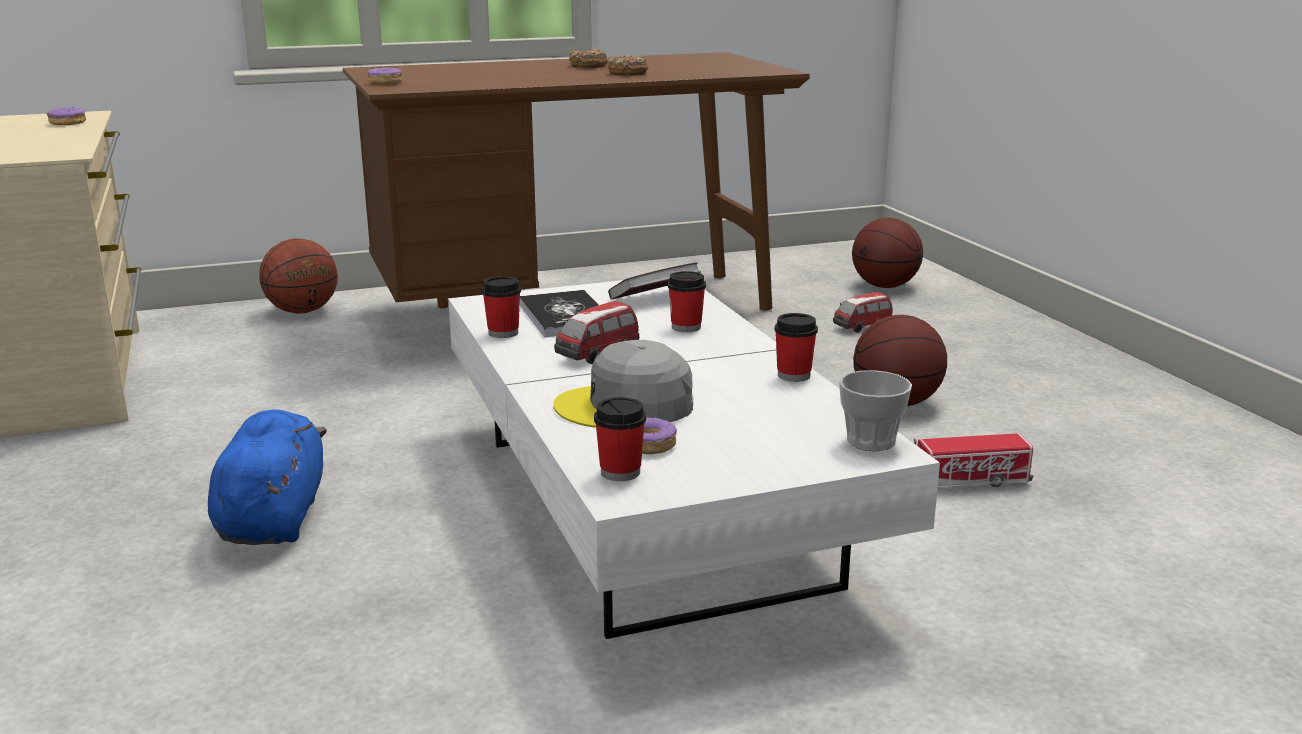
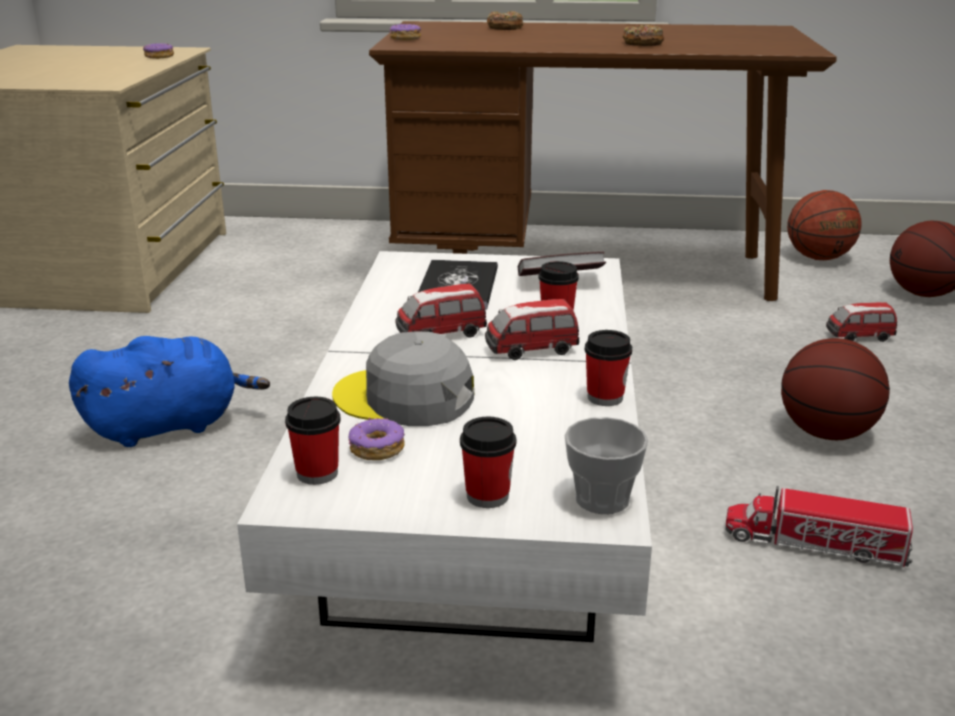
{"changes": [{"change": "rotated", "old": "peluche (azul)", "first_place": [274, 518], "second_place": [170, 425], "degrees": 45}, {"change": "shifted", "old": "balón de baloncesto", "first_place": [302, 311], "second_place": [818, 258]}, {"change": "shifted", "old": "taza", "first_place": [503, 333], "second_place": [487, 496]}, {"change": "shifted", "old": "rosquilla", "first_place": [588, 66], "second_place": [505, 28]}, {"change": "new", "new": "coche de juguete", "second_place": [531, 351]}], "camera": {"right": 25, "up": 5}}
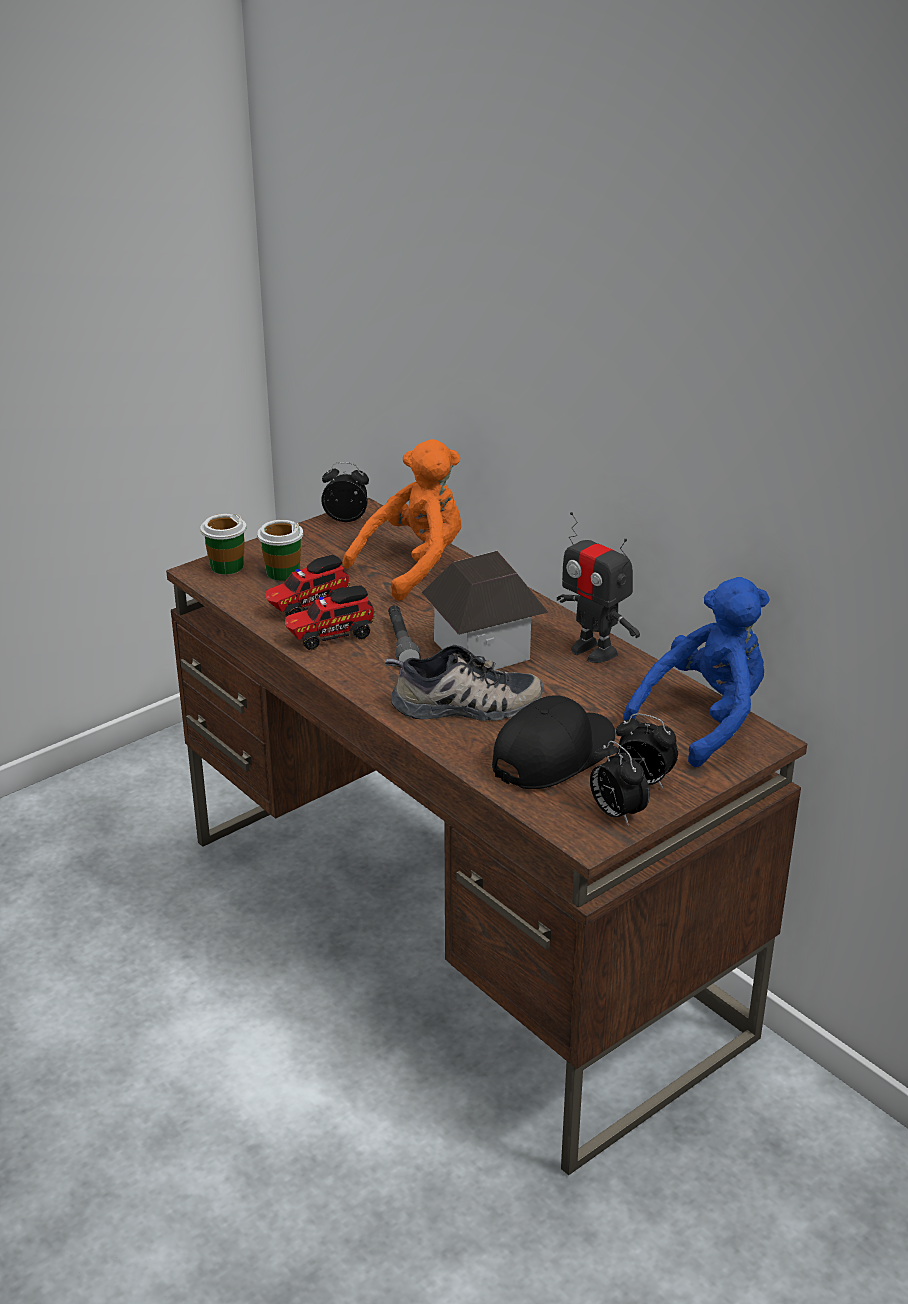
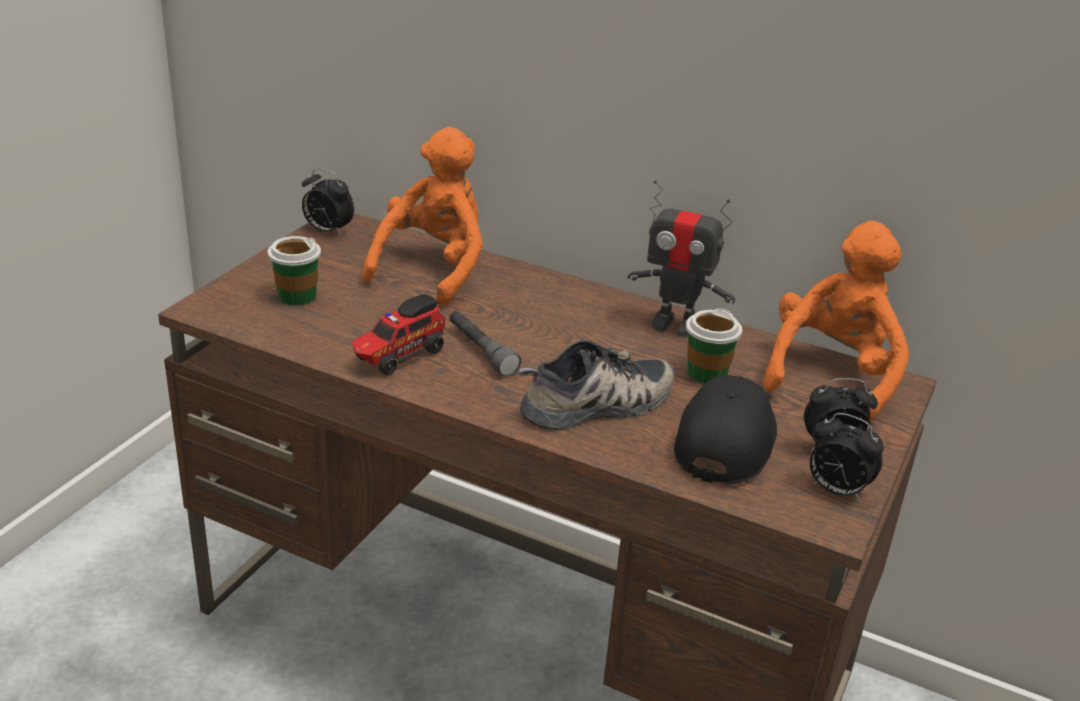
{"changes": [{"change": "shifted", "old": "taza", "first_place": [226, 566], "second_place": [706, 373]}, {"change": "gone", "old": "camión de juguete", "first_place": [307, 606]}, {"change": "rotated", "old": "despertador", "first_place": [347, 519], "second_place": [327, 231], "degrees": -135}, {"change": "gone", "old": "casita", "first_place": [483, 649]}, {"change": "repainted", "old": "peluche (azul)", "new": "peluche (naranja)", "first_place": [705, 720], "second_place": [832, 375]}], "camera": {"right": -25, "up": 0}}
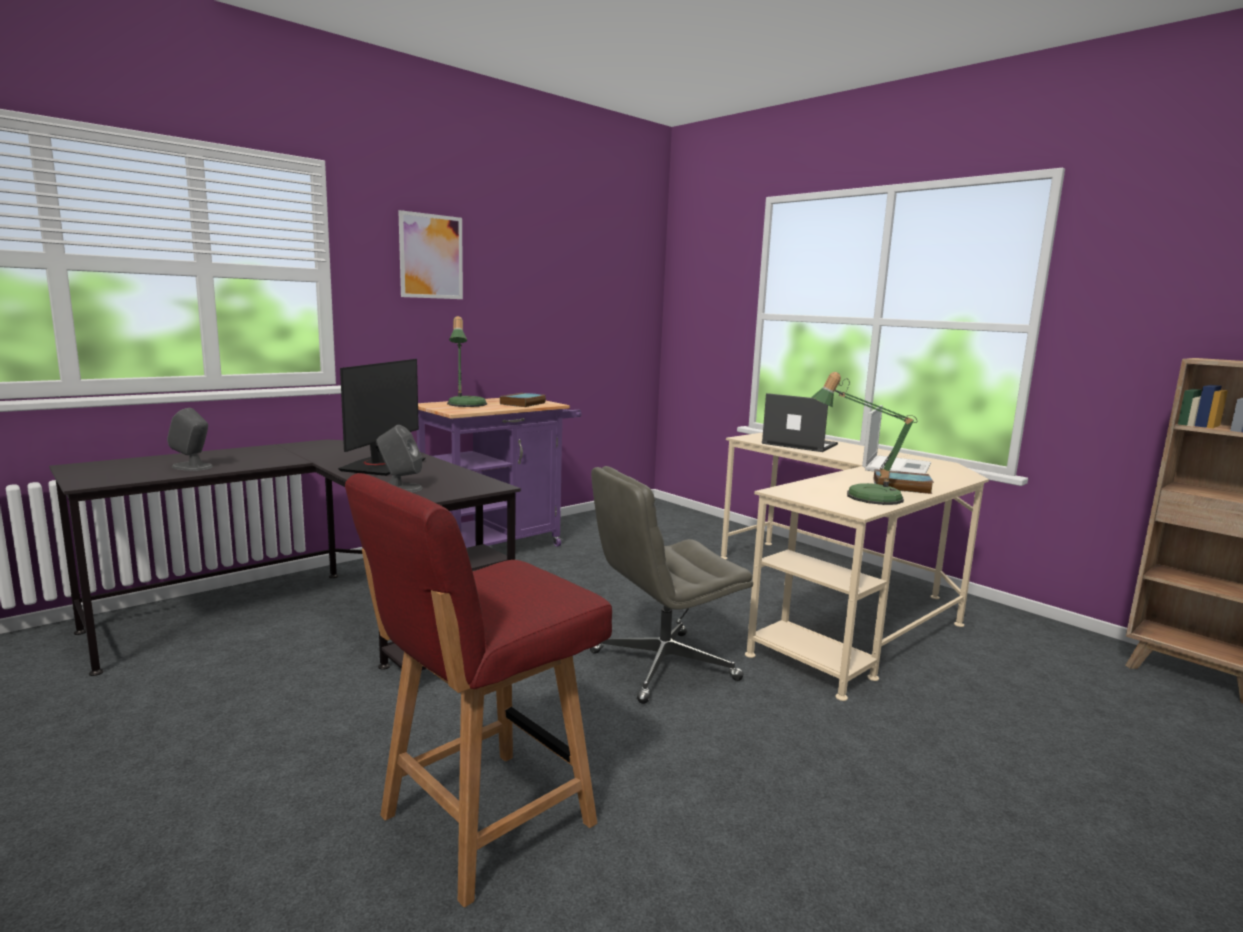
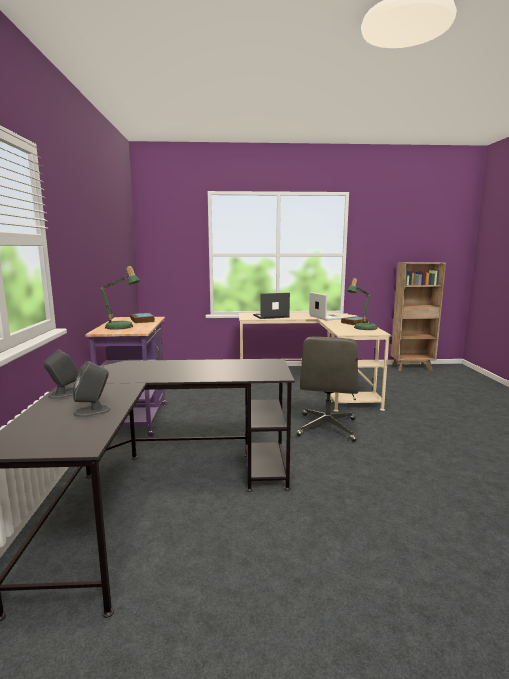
{"changes": [{"change": "gone", "old": "monitor", "first_place": [382, 465]}, {"change": "gone", "old": "silla (rojo)", "first_place": [483, 822]}, {"change": "shifted", "old": "altavoz (gris)", "first_place": [400, 488], "second_place": [64, 394]}, {"change": "gone", "old": "cuadro", "first_place": [431, 256]}], "camera": {"right": -50, "up": 0}}
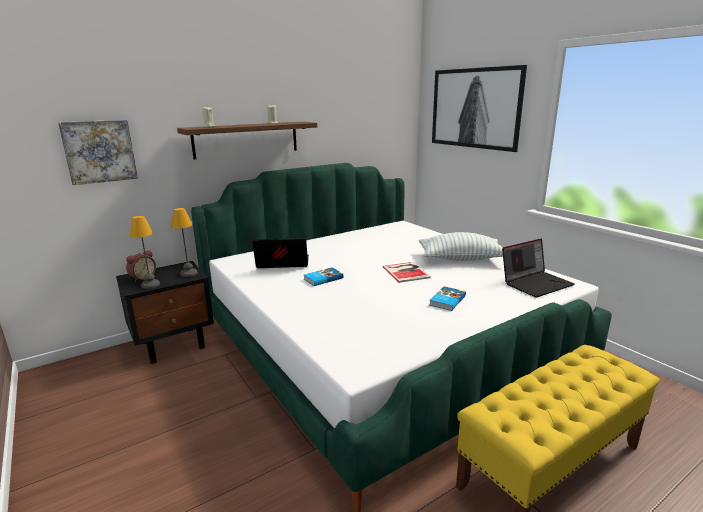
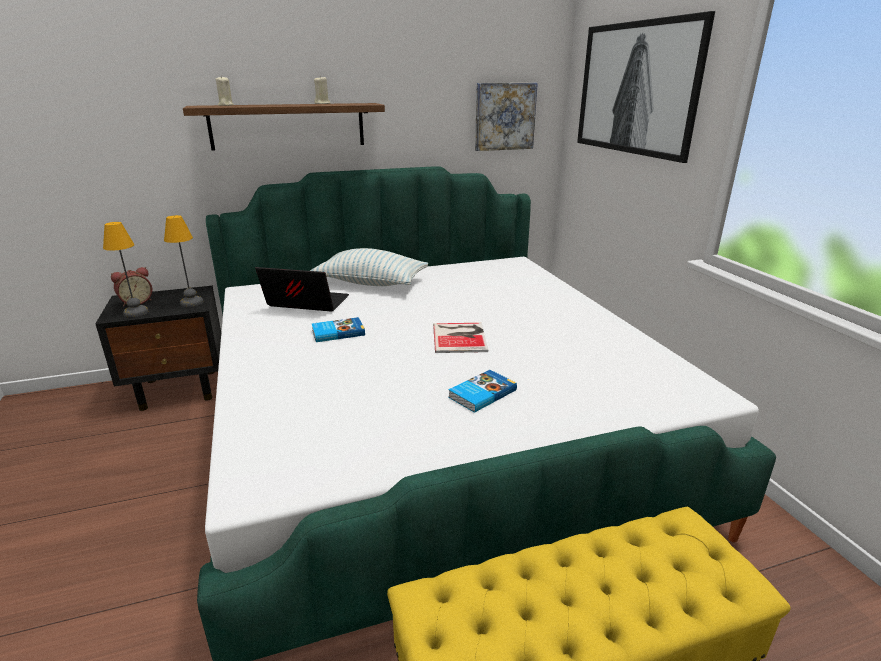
{"changes": [{"change": "shifted", "old": "cuadro", "first_place": [99, 151], "second_place": [504, 116]}, {"change": "shifted", "old": "cojín", "first_place": [461, 259], "second_place": [371, 283]}, {"change": "gone", "old": "portátil", "first_place": [536, 283]}], "camera": {"right": 15, "up": 5}}
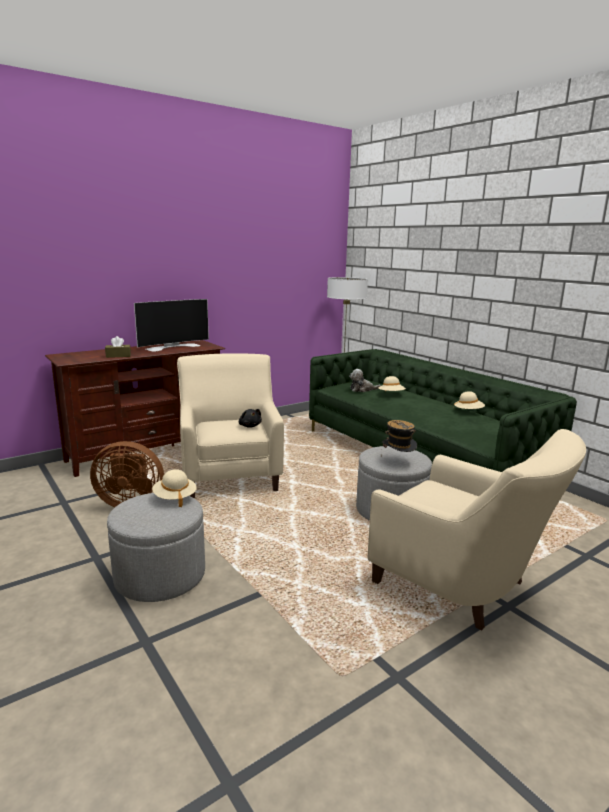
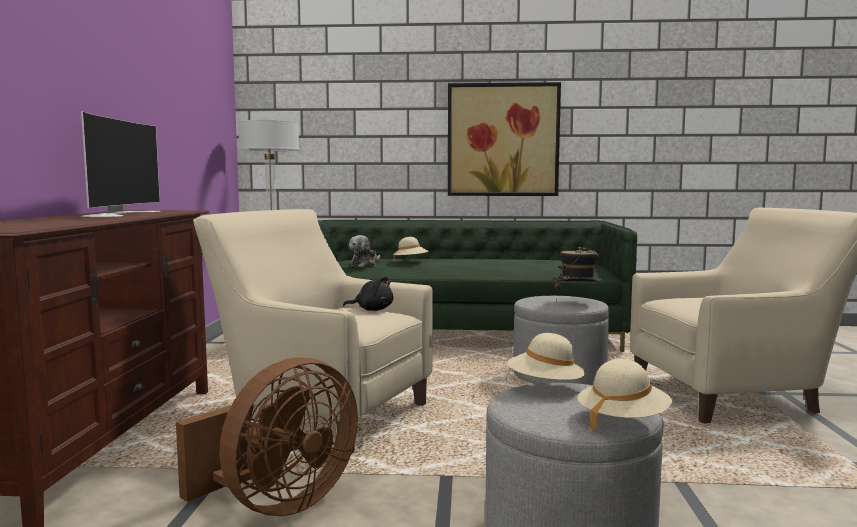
{"changes": [{"change": "gone", "old": "caja de pañuelos (marrón)", "first_place": [118, 356]}, {"change": "shifted", "old": "sombrero (beis)", "first_place": [468, 411], "second_place": [622, 420]}, {"change": "new", "new": "cuadro", "second_place": [503, 140]}], "camera": {"right": -50, "up": -10}}
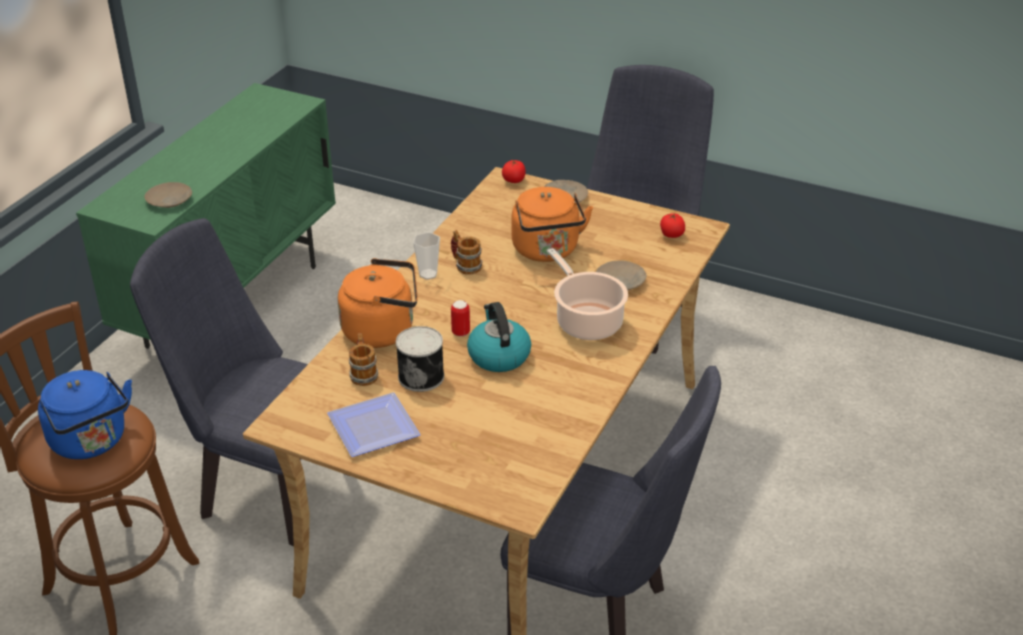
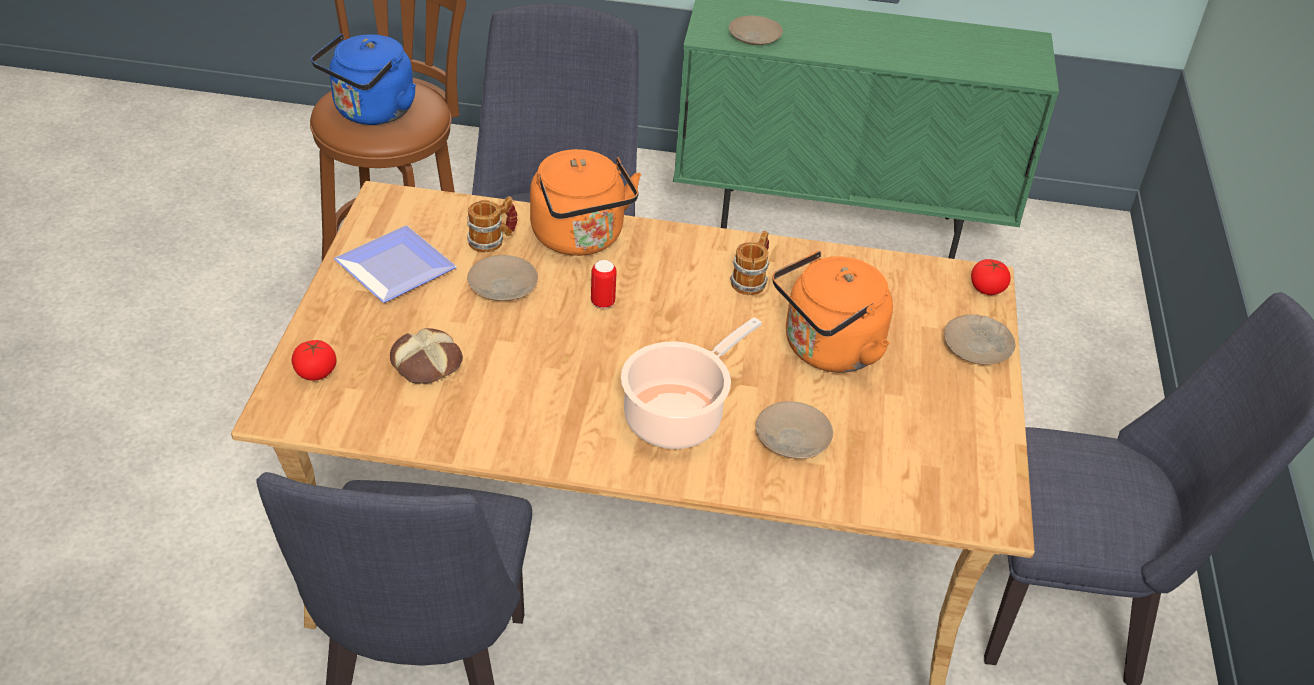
{"changes": [{"change": "swapped", "old": "lata", "new": "plato (beis)", "first_place": [422, 376], "second_place": [503, 286]}, {"change": "gone", "old": "taza", "first_place": [428, 274]}, {"change": "gone", "old": "hervidor", "first_place": [498, 355]}, {"change": "shifted", "old": "tomate", "first_place": [671, 235], "second_place": [316, 372]}, {"change": "new", "new": "pan", "second_place": [427, 364]}], "camera": {"right": 70, "up": 5}}
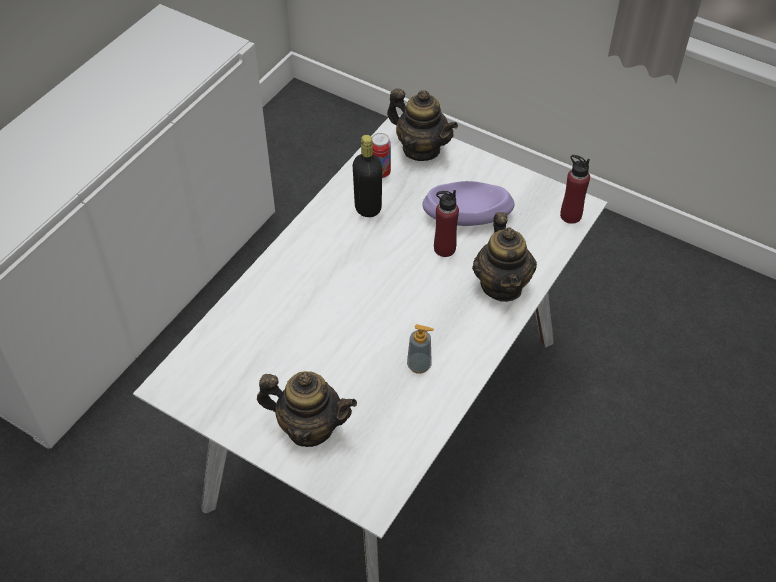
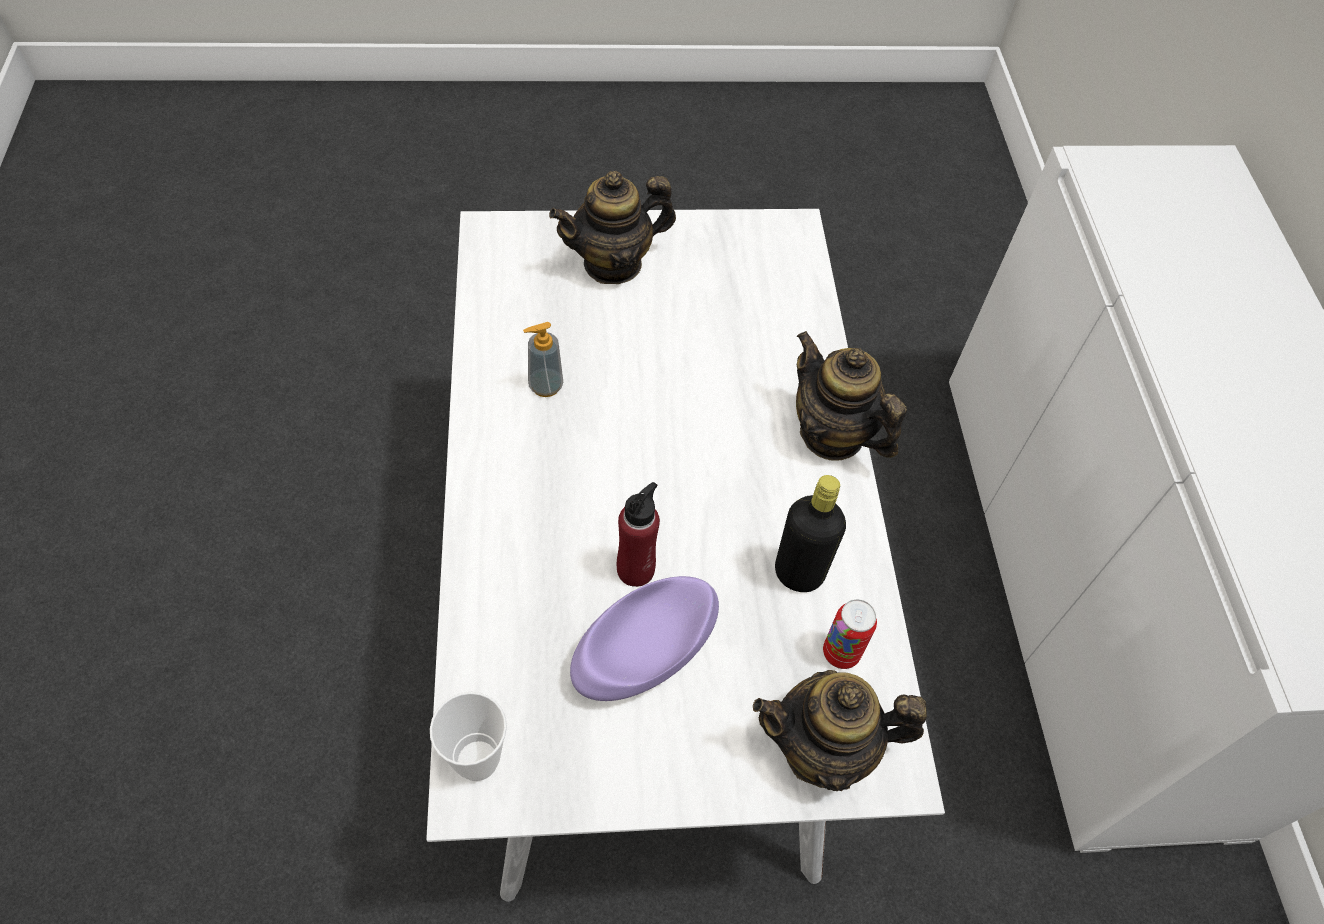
{"changes": [{"change": "shifted", "old": "tetera", "first_place": [502, 285], "second_place": [832, 435]}, {"change": "swapped", "old": "botella (rojo)", "new": "taza", "first_place": [570, 215], "second_place": [477, 760]}], "camera": {"right": 140, "up": 5}}
